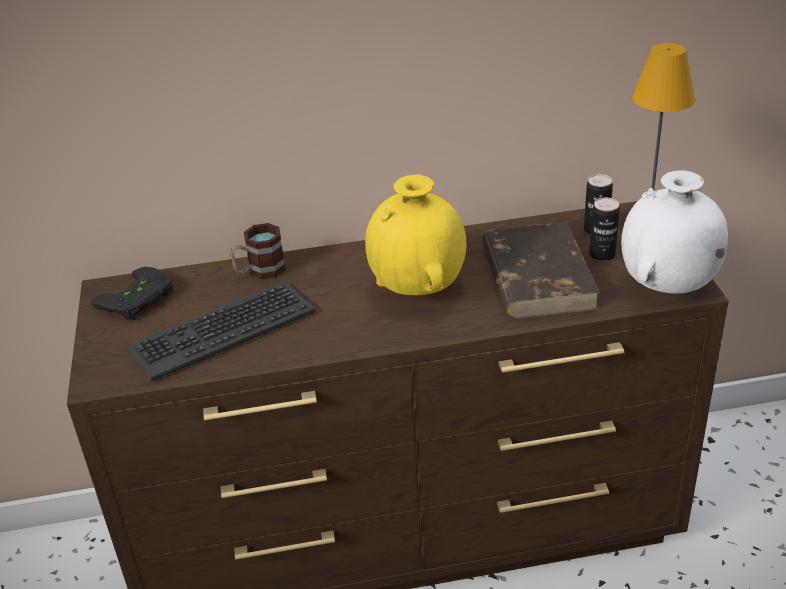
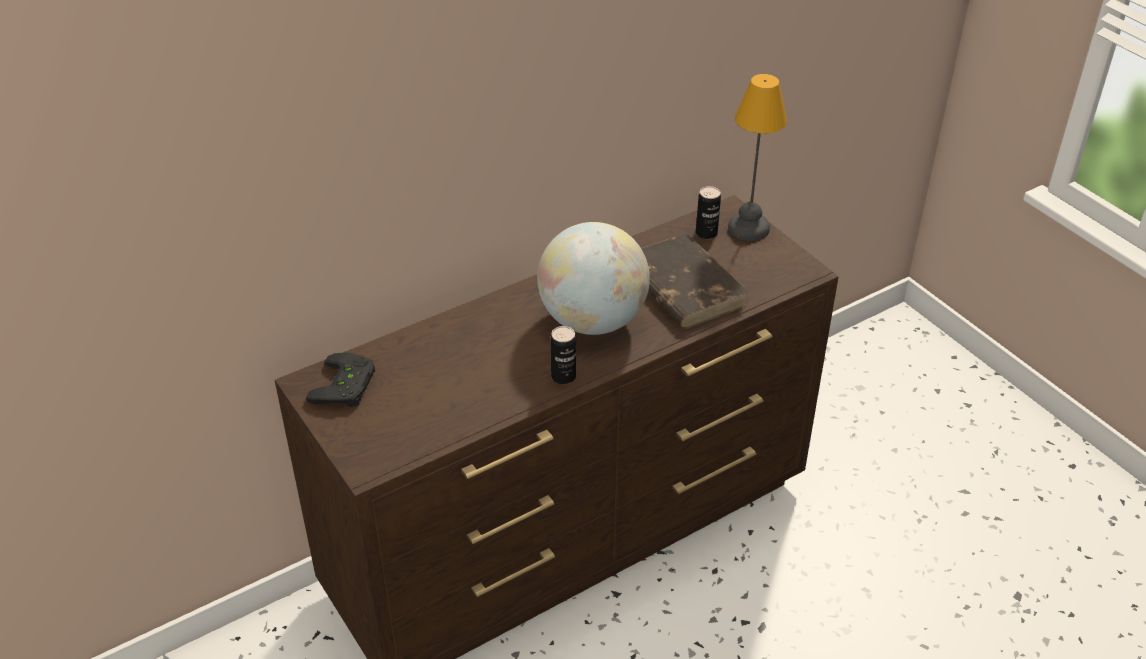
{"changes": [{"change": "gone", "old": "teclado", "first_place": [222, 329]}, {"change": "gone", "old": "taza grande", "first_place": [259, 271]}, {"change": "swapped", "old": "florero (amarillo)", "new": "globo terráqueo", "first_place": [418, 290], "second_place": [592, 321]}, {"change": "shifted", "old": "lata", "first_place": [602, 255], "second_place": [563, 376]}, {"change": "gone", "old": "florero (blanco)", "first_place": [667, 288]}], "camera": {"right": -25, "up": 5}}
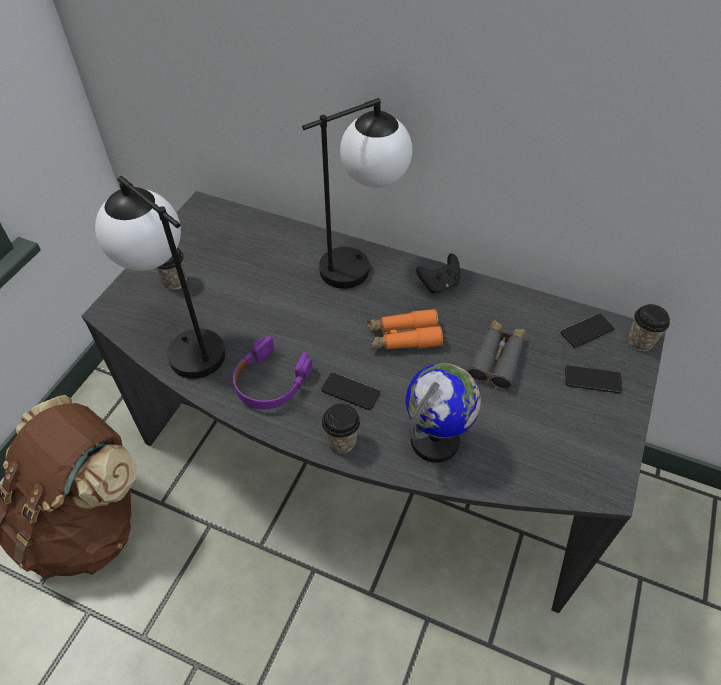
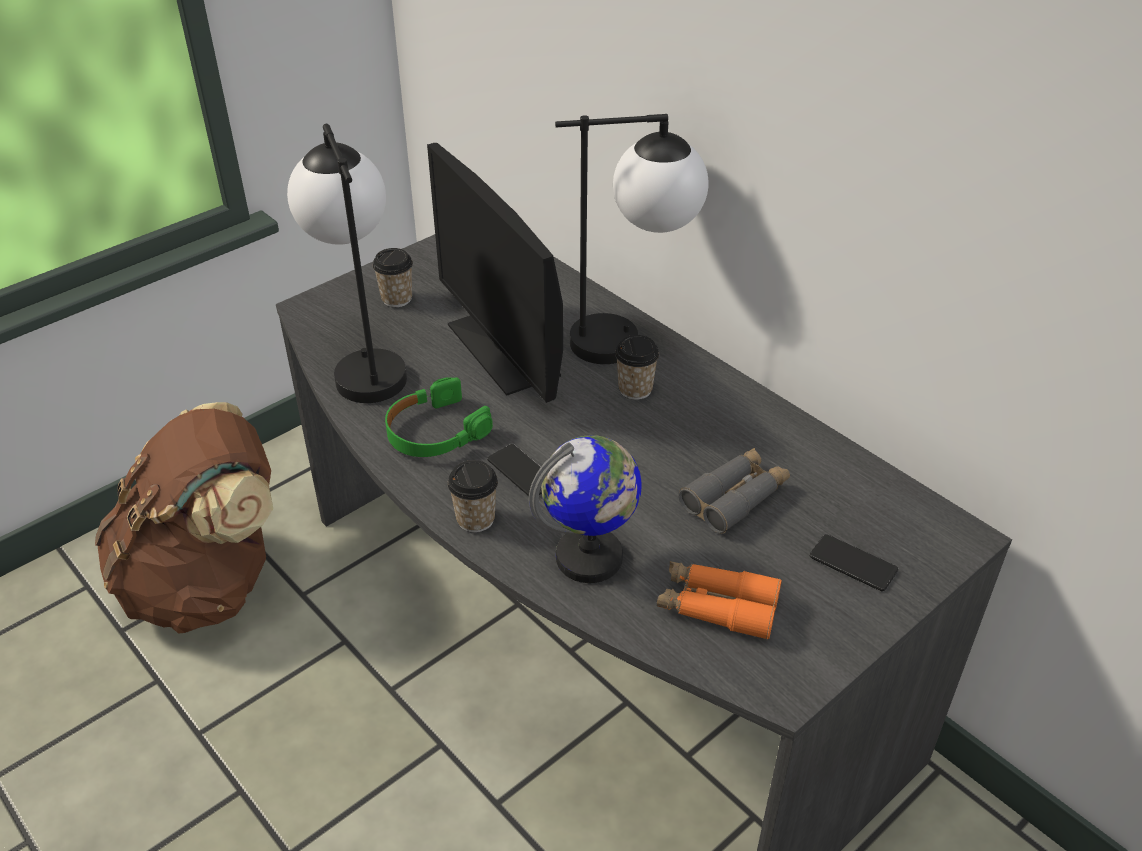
{"changes": [{"change": "repainted", "old": "auriculares (morado)", "new": "auriculares (verde)", "first_place": [270, 382], "second_place": [435, 431]}, {"change": "shifted", "old": "prismáticos (naranja)", "first_place": [403, 337], "second_place": [717, 607]}, {"change": "gone", "old": "mando de consola (negro)", "first_place": [439, 284]}, {"change": "gone", "old": "móvil", "first_place": [587, 331]}, {"change": "shifted", "old": "taza", "first_place": [640, 342], "second_place": [635, 389]}, {"change": "new", "new": "monitor", "second_place": [502, 349]}], "camera": {"right": 25, "up": -10}}
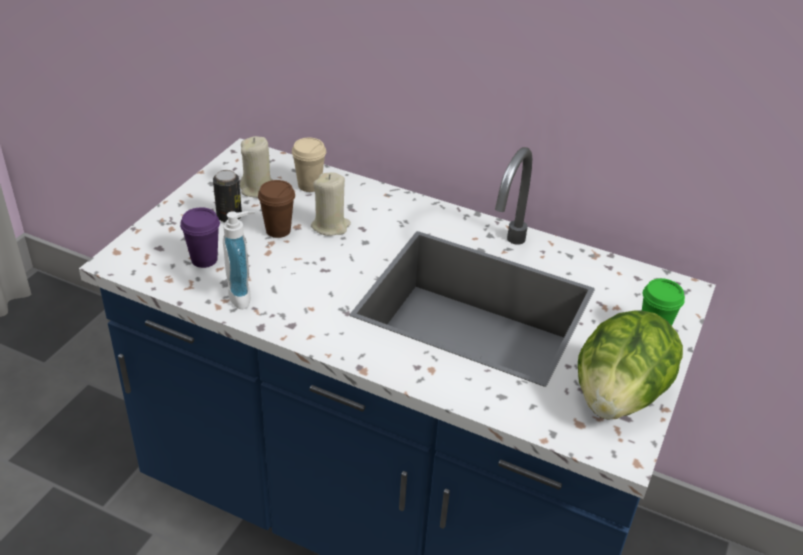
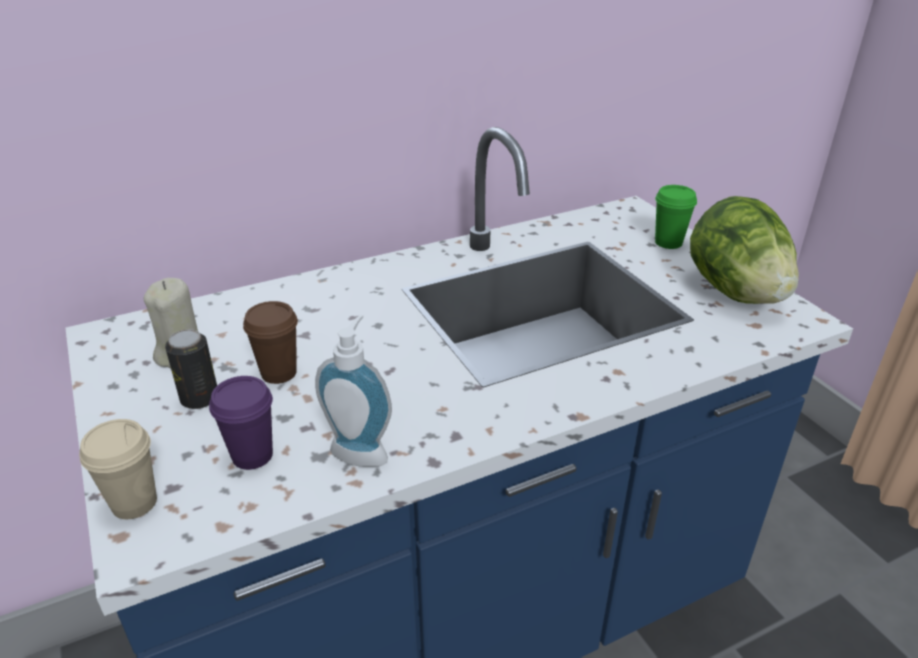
{"changes": [{"change": "shifted", "old": "taza (beis)", "first_place": [309, 185], "second_place": [134, 503]}, {"change": "gone", "old": "vela (beis)", "first_place": [330, 226]}], "camera": {"right": -50, "up": -5}}
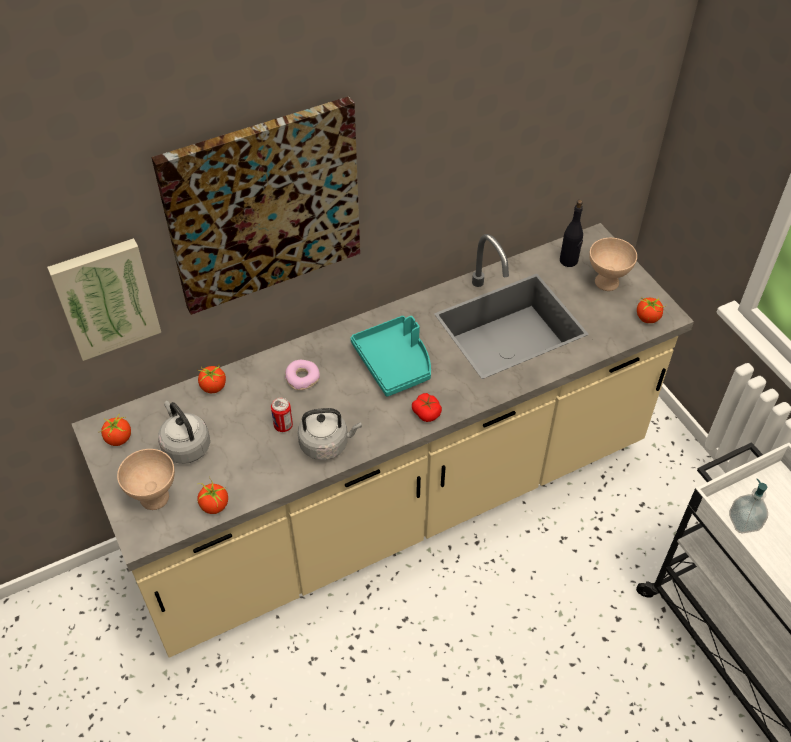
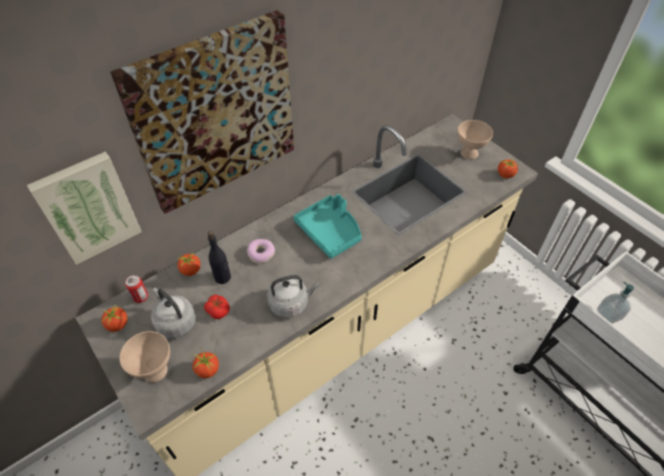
{"changes": [{"change": "shifted", "old": "lata", "first_place": [283, 425], "second_place": [141, 297]}, {"change": "shifted", "old": "tomate", "first_place": [426, 412], "second_place": [218, 310]}, {"change": "shifted", "old": "botella (negro)", "first_place": [569, 261], "second_place": [223, 277]}], "camera": {"right": -10, "up": 0}}
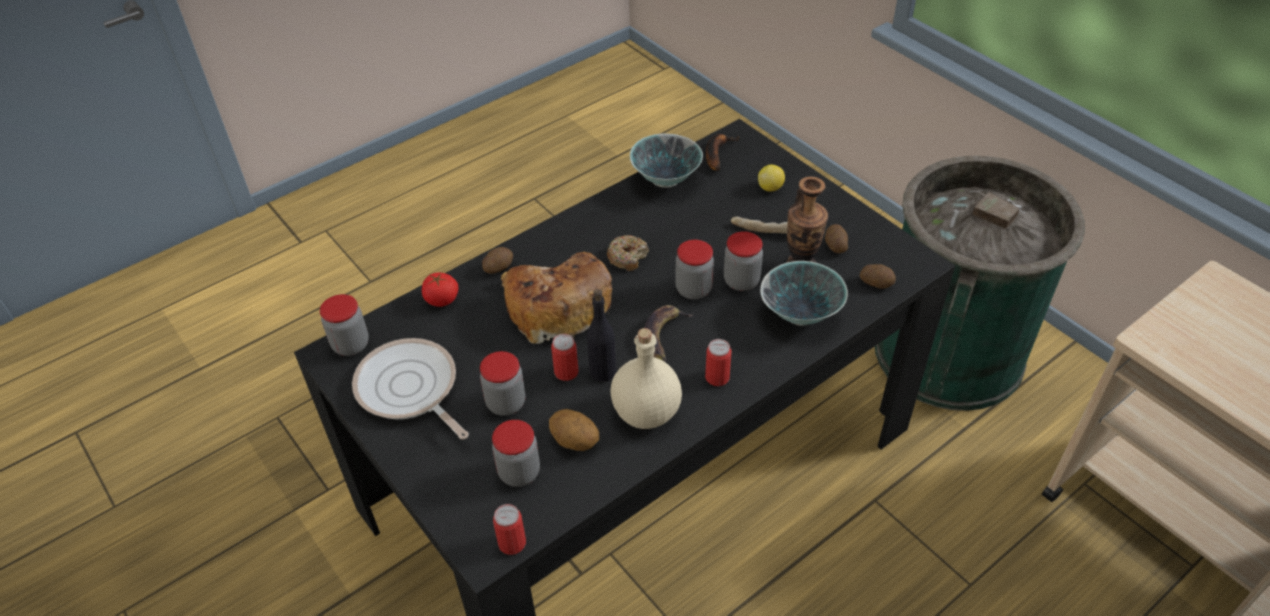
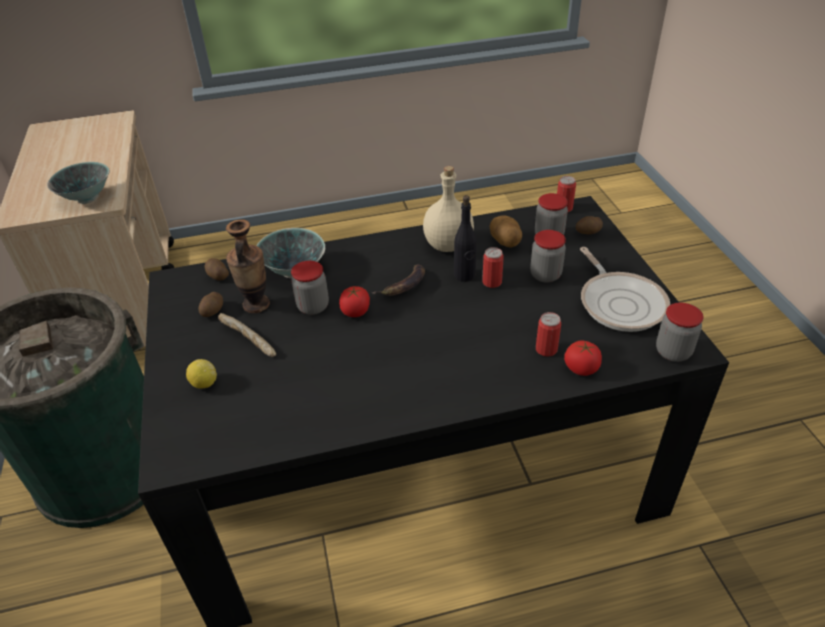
{"changes": [{"change": "shifted", "old": "patata", "first_place": [498, 267], "second_place": [588, 232]}, {"change": "gone", "old": "pan", "first_place": [557, 305]}, {"change": "gone", "old": "rosquilla", "first_place": [627, 257]}, {"change": "shifted", "old": "cuenco", "first_place": [665, 180], "second_place": [87, 198]}, {"change": "swapped", "old": "tarro", "new": "tomate", "first_place": [693, 289], "second_place": [355, 311]}, {"change": "shifted", "old": "lata", "first_place": [717, 377], "second_place": [546, 349]}, {"change": "gone", "old": "plátano", "first_place": [717, 153]}], "camera": {"right": -155, "up": -5}}
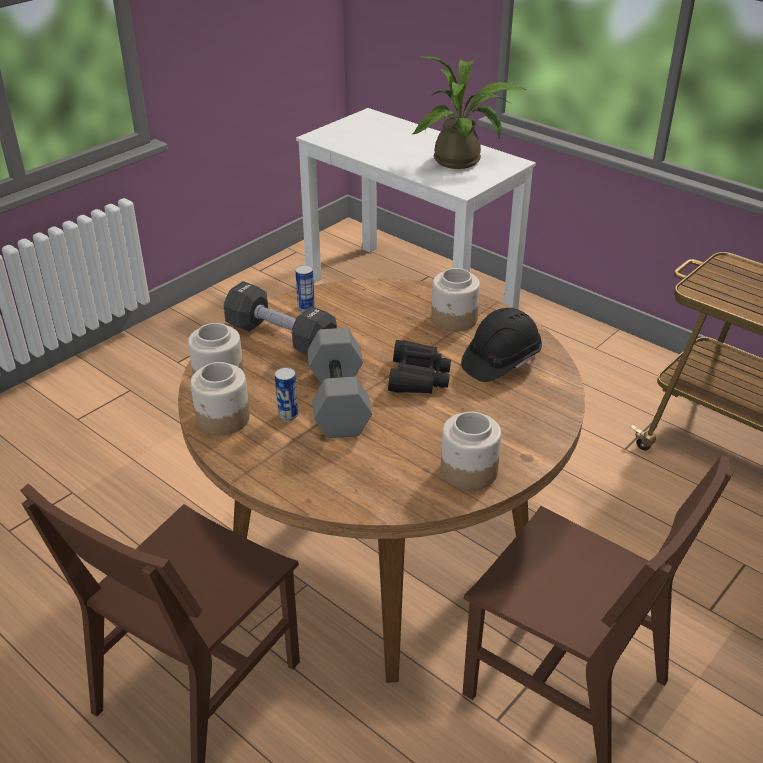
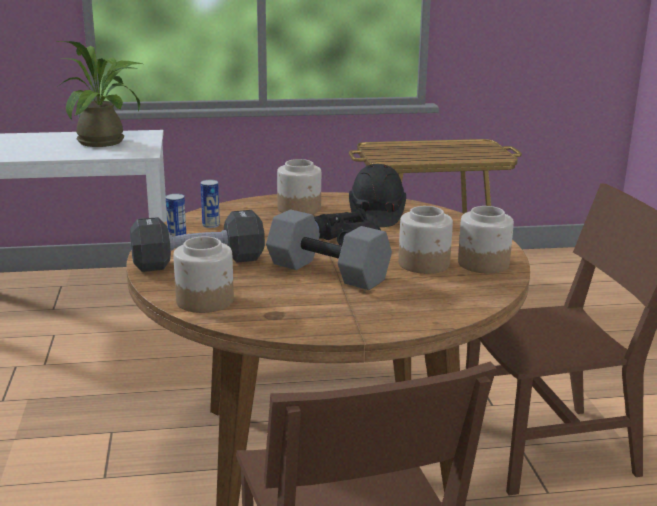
{"changes": [{"change": "shifted", "old": "tarro", "first_place": [223, 419], "second_place": [424, 264]}, {"change": "shifted", "old": "lata", "first_place": [288, 415], "second_place": [211, 225]}], "camera": {"right": -50, "up": -15}}
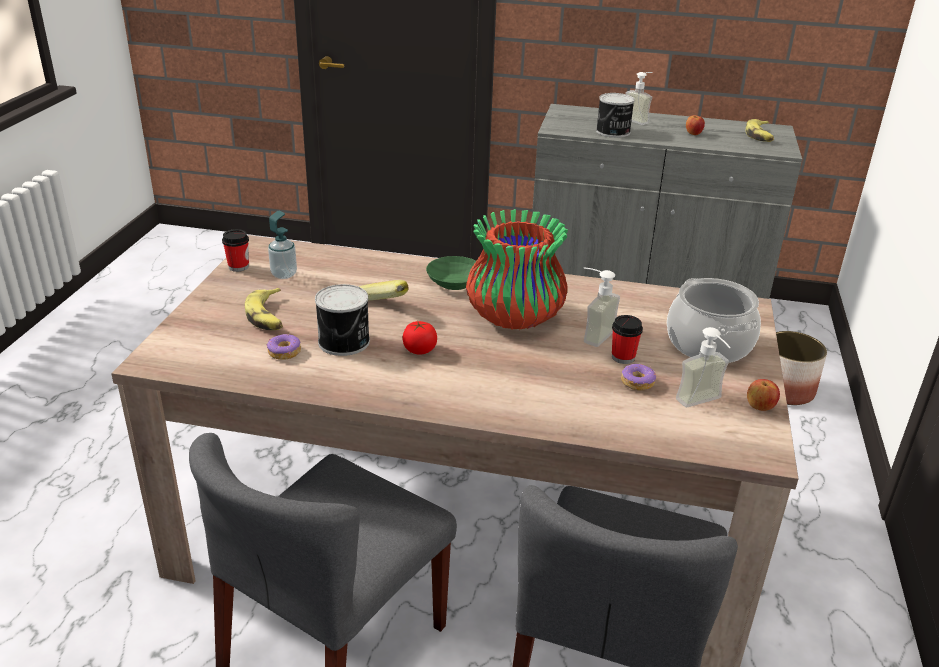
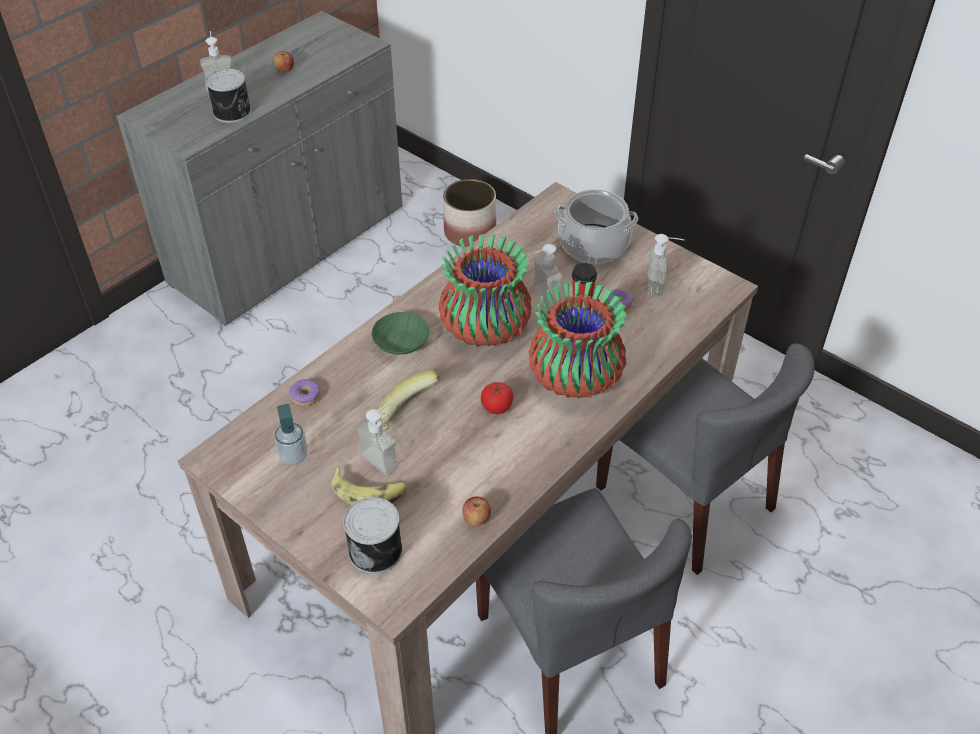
{"changes": [{"change": "gone", "old": "taza", "first_place": [238, 267]}, {"change": "shifted", "old": "rosquilla", "first_place": [284, 352], "second_place": [306, 396]}, {"change": "shifted", "old": "lata", "first_place": [345, 342], "second_place": [376, 550]}, {"change": "gone", "old": "plátano", "first_place": [760, 135]}, {"change": "shifted", "old": "manzana", "first_place": [760, 407], "second_place": [476, 519]}, {"change": "new", "new": "dispensador de jabón", "second_place": [385, 456]}, {"change": "new", "new": "florero", "second_place": [575, 378]}], "camera": {"right": -60, "up": 15}}
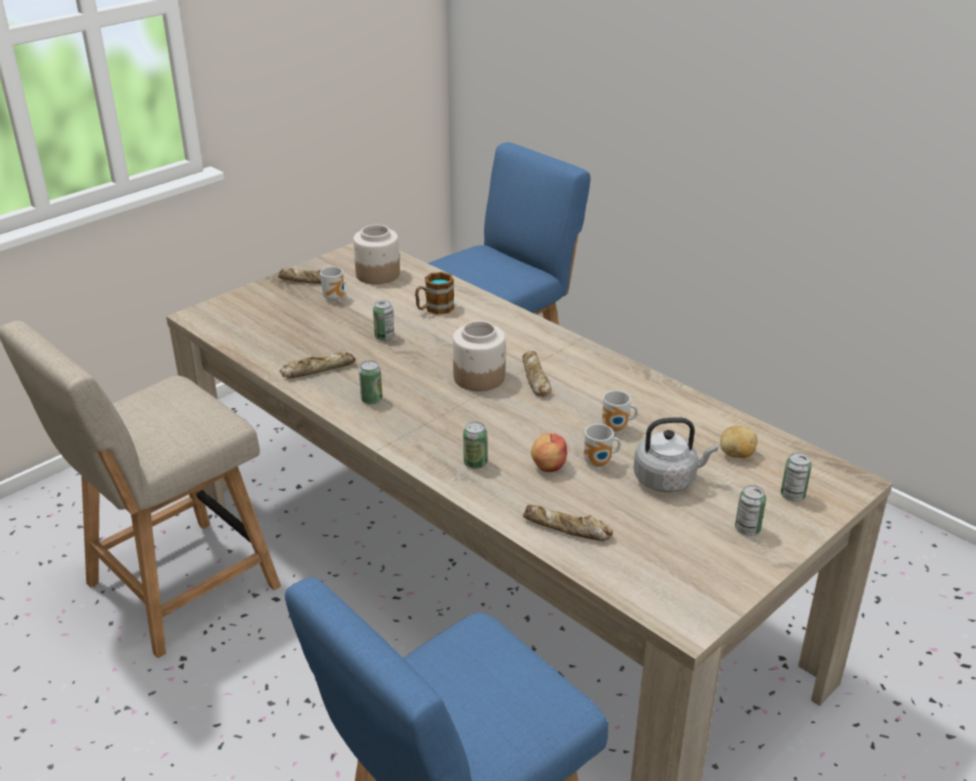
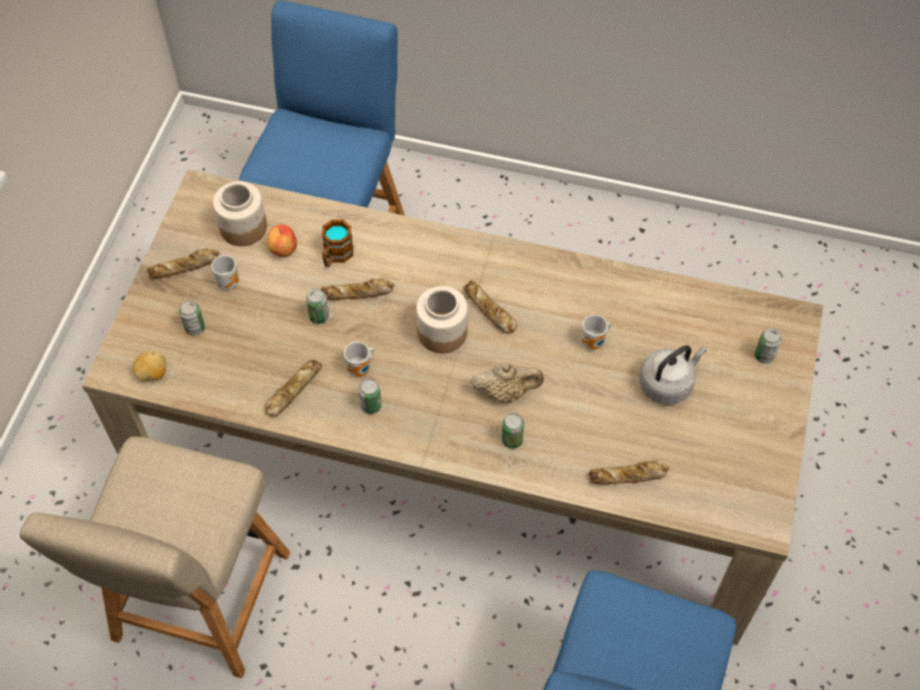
{"changes": [{"change": "shifted", "old": "manzana", "first_place": [548, 466], "second_place": [282, 249]}, {"change": "shifted", "old": "taza grande", "first_place": [599, 463], "second_place": [361, 369]}, {"change": "shifted", "old": "patata", "first_place": [736, 455], "second_place": [152, 374]}, {"change": "shifted", "old": "lata", "first_place": [747, 529], "second_place": [195, 328]}, {"change": "new", "new": "pan", "second_place": [358, 293]}, {"change": "new", "new": "tetera (beis)", "second_place": [506, 392]}], "camera": {"right": -30, "up": 25}}
